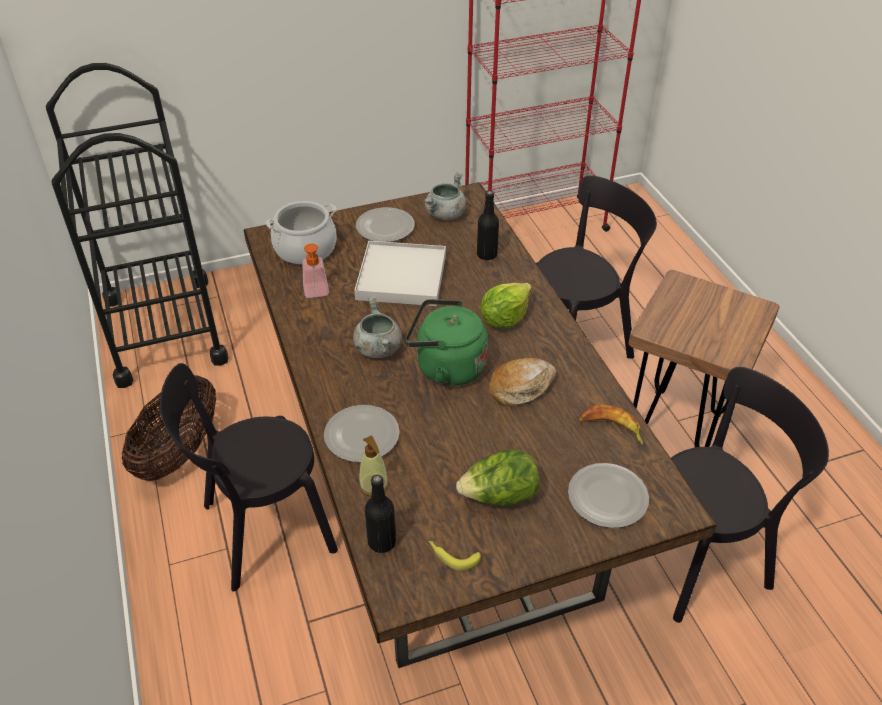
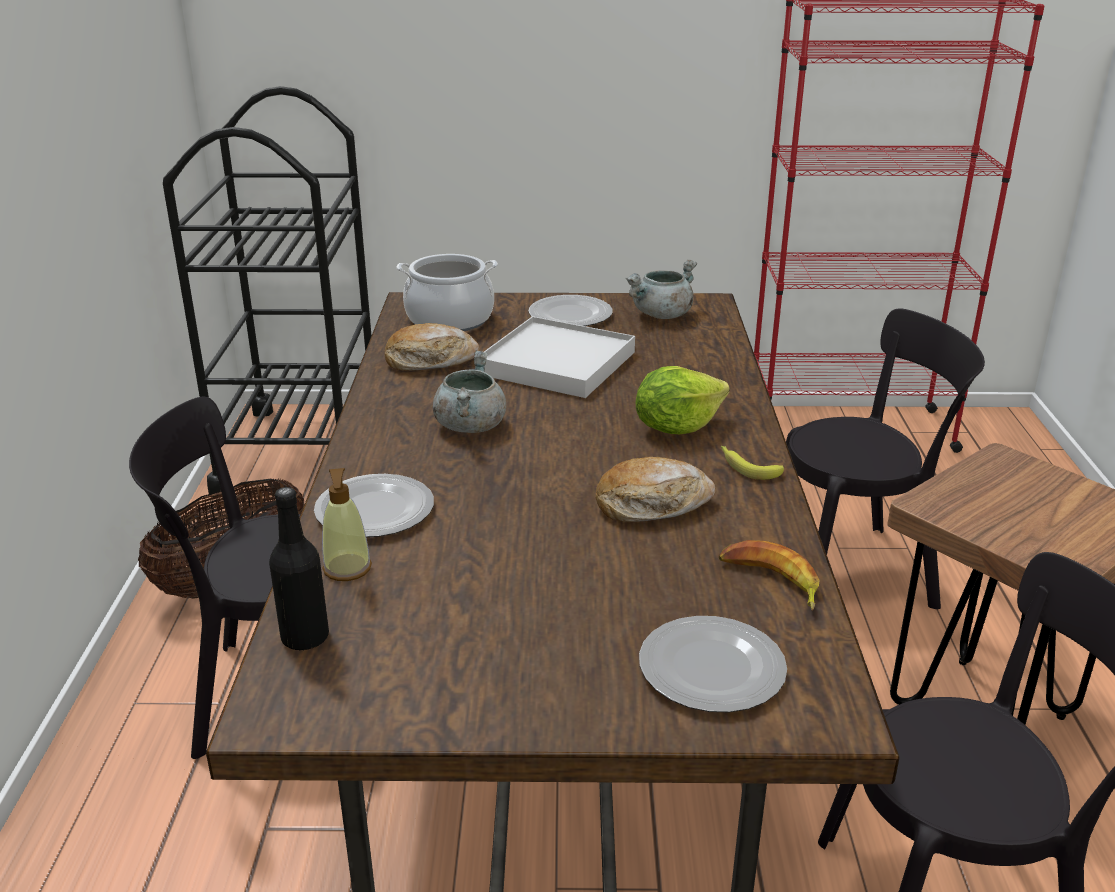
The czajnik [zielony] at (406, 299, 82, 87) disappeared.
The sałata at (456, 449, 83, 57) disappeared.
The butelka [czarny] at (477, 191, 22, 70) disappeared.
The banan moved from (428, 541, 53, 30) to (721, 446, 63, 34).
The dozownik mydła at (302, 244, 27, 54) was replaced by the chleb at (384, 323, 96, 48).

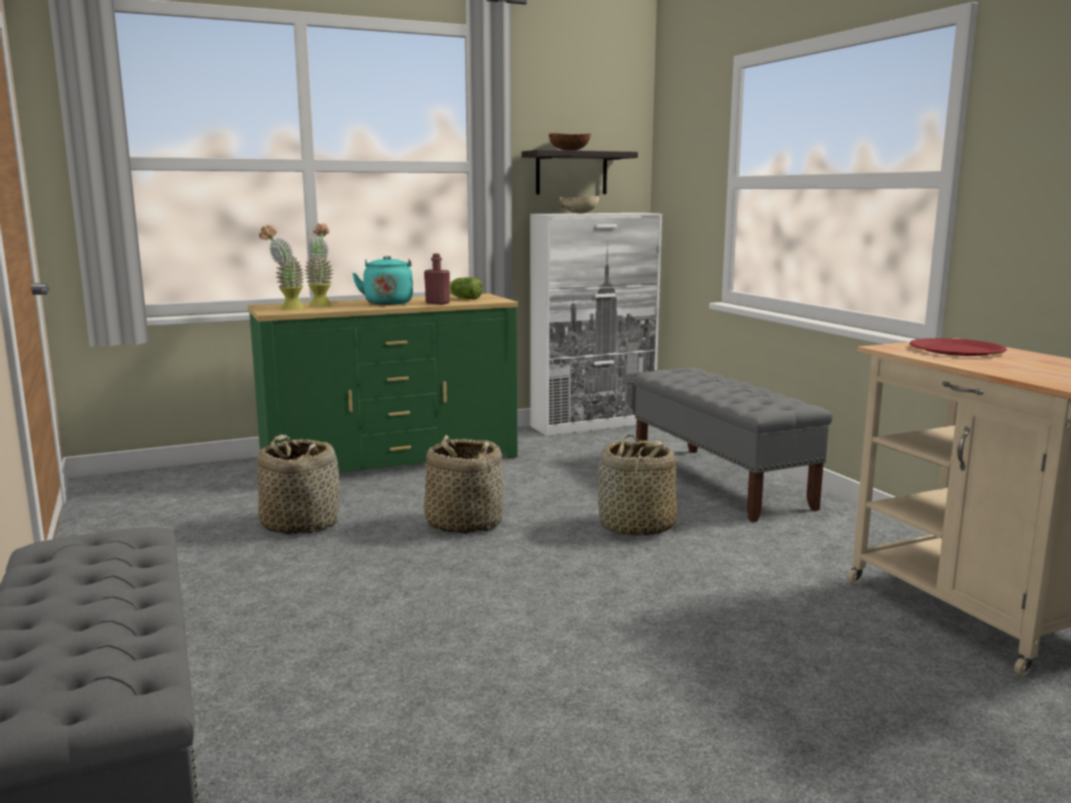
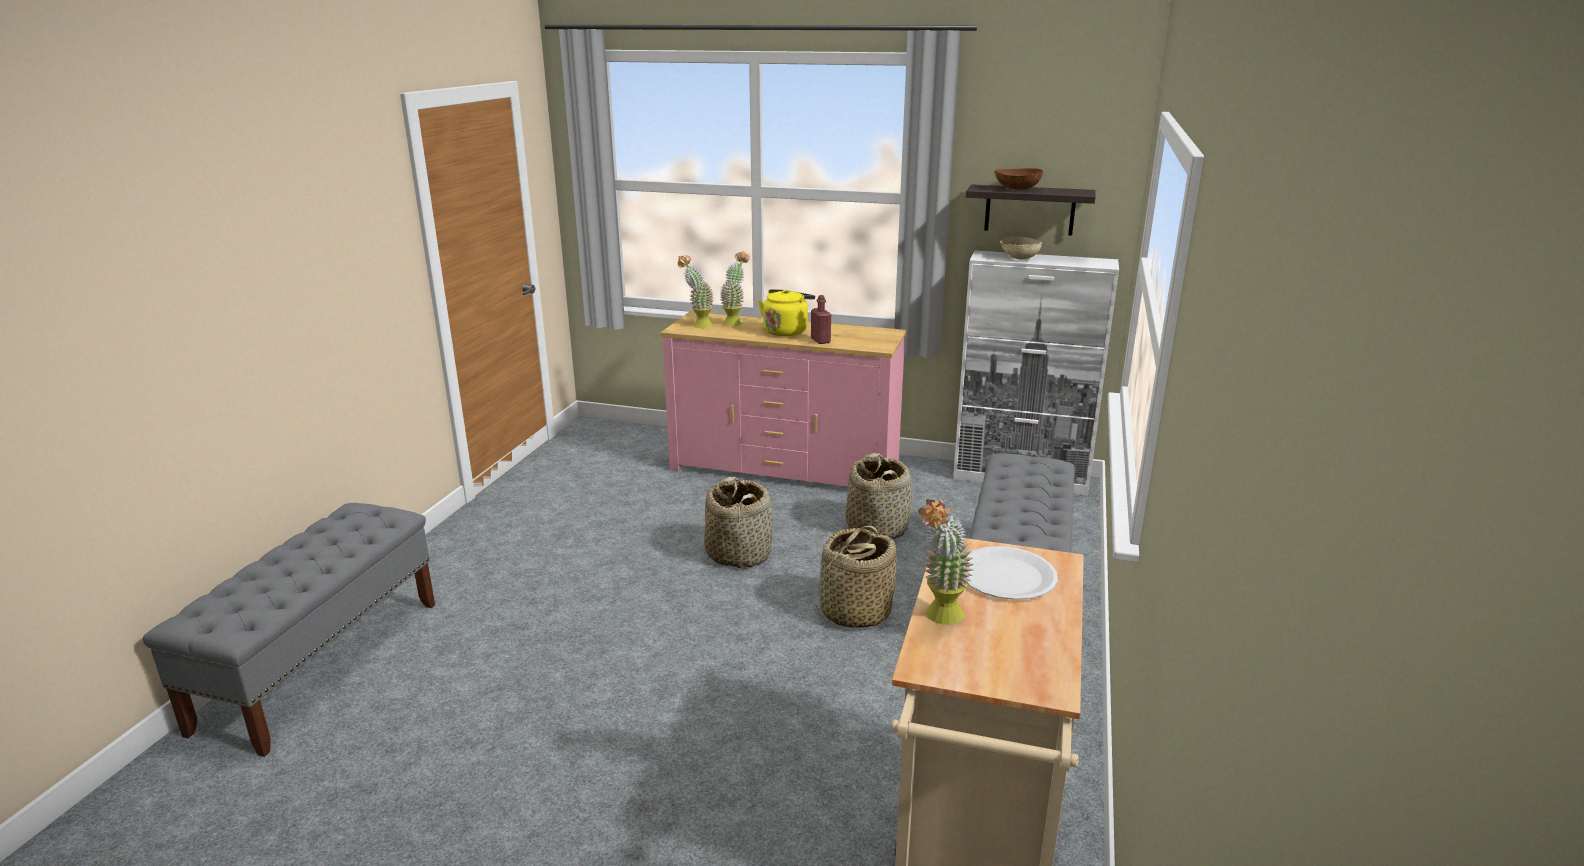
The sałata at (450, 278, 33, 21) disappeared.
The roślina doniczkowa at (918, 499, 56, 126) appeared.
The koszyk moved from (258, 434, 82, 101) to (845, 453, 67, 86).
The komoda [zielony] at (247, 293, 271, 180) became the komoda [różowy] at (661, 312, 246, 174).
The czajnik [turkusowy] at (352, 255, 61, 50) became the czajnik [żółty] at (758, 289, 57, 47).
The talerz [czerwony] at (909, 338, 98, 18) became the talerz [biały] at (967, 546, 91, 54).

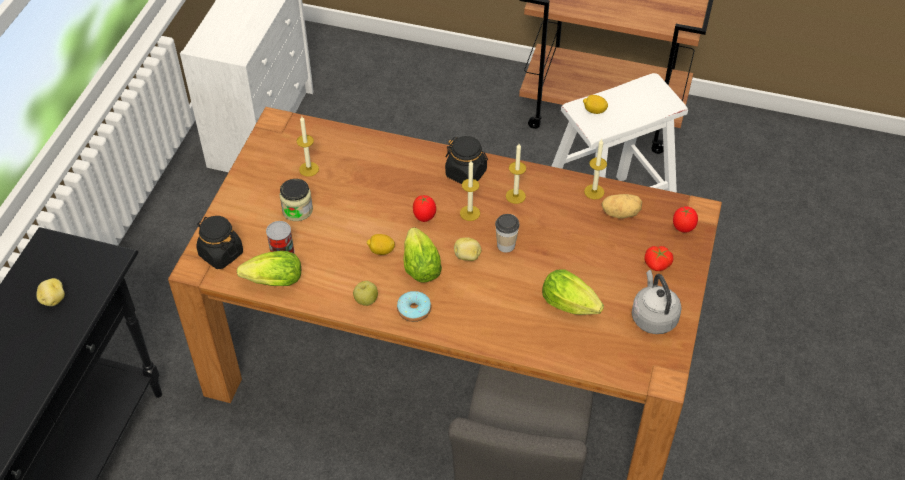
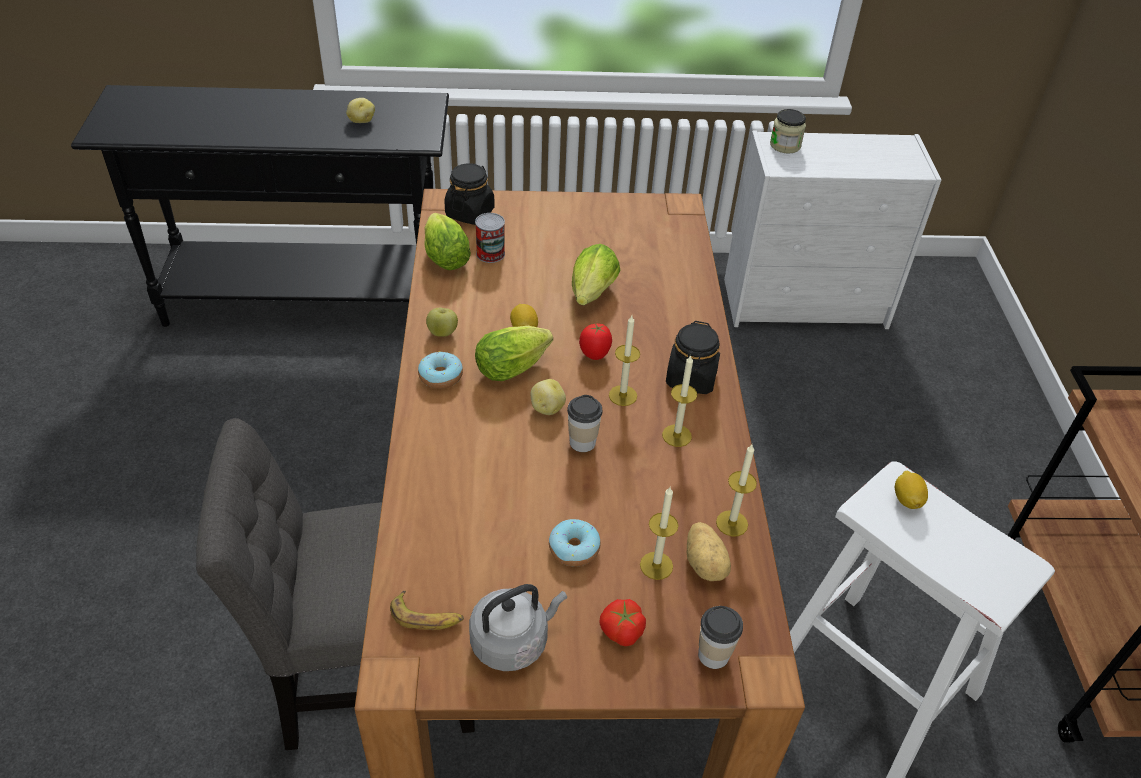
The banan at (390, 590, 74, 40) appeared.
The donut at (549, 519, 51, 48) appeared.
The słoik moved from (279, 179, 34, 42) to (770, 109, 36, 45).
The świeca moved from (297, 116, 22, 61) to (640, 487, 39, 93).
The sałata moved from (542, 270, 62, 45) to (572, 244, 48, 61).
The pomidor at (673, 206, 25, 27) was replaced by the filiżanka at (698, 606, 45, 63).

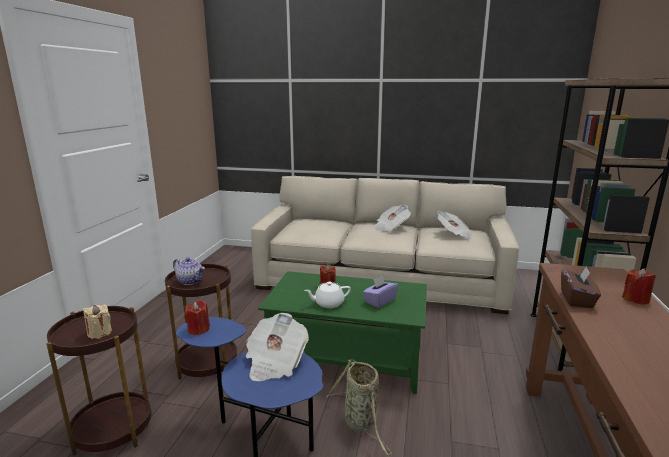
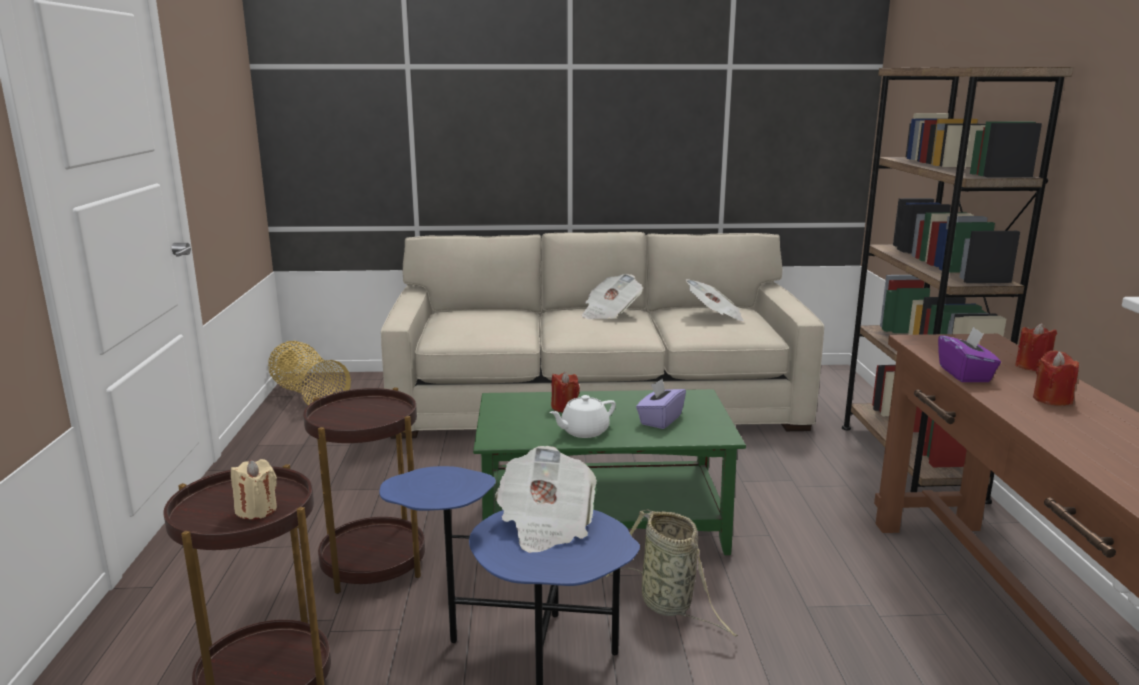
The imbryk at (173, 257, 32, 28) disappeared.
The koszyk at (268, 341, 83, 64) appeared.
The świeca [czerwony] moved from (184, 300, 26, 35) to (1033, 350, 46, 56).
The pudełko chusteczek [brązowy] at (561, 266, 40, 42) became the pudełko chusteczek [fioletowy] at (938, 327, 63, 55).

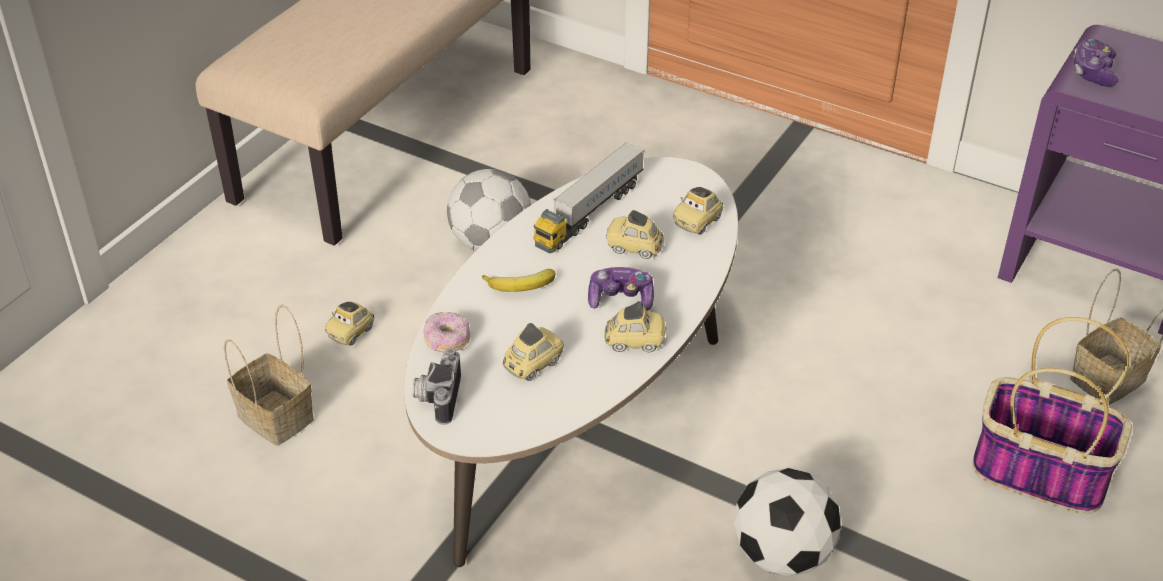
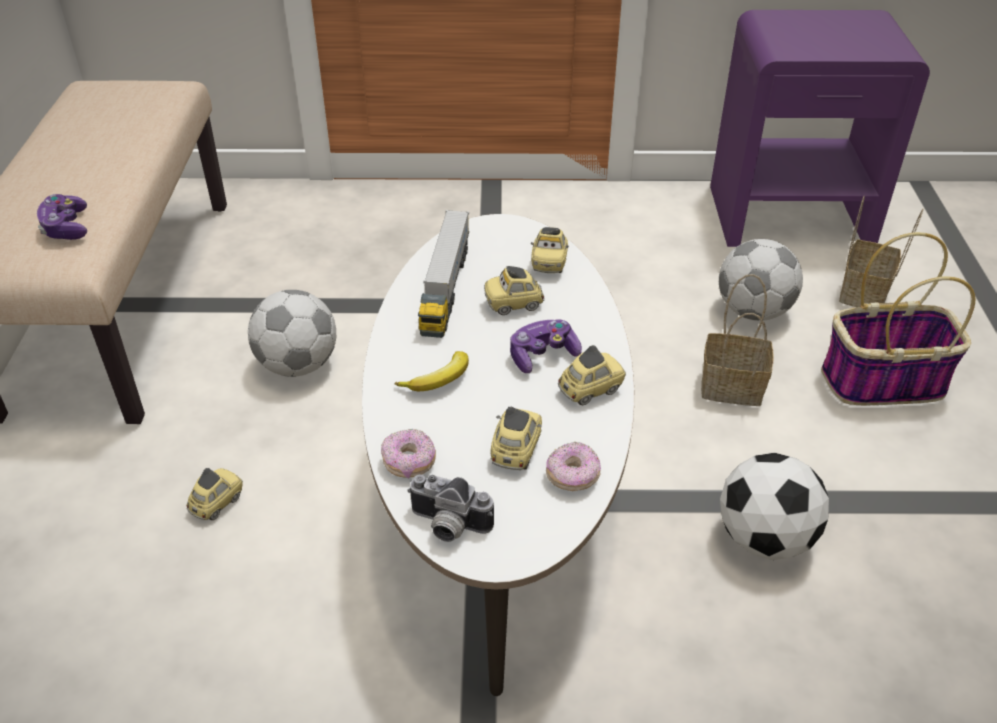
The donut at (546, 442, 55, 49) appeared.
The piłka futbolowa at (719, 239, 84, 82) appeared.
The koszyk moved from (224, 304, 90, 142) to (701, 274, 73, 132).
The pad do gier moved from (1073, 39, 46, 48) to (37, 194, 50, 46).
The samochodzik at (325, 302, 50, 43) turned 150 degrees counterclockwise.
The aparat fotograficzny at (413, 348, 48, 77) turned 45 degrees counterclockwise.

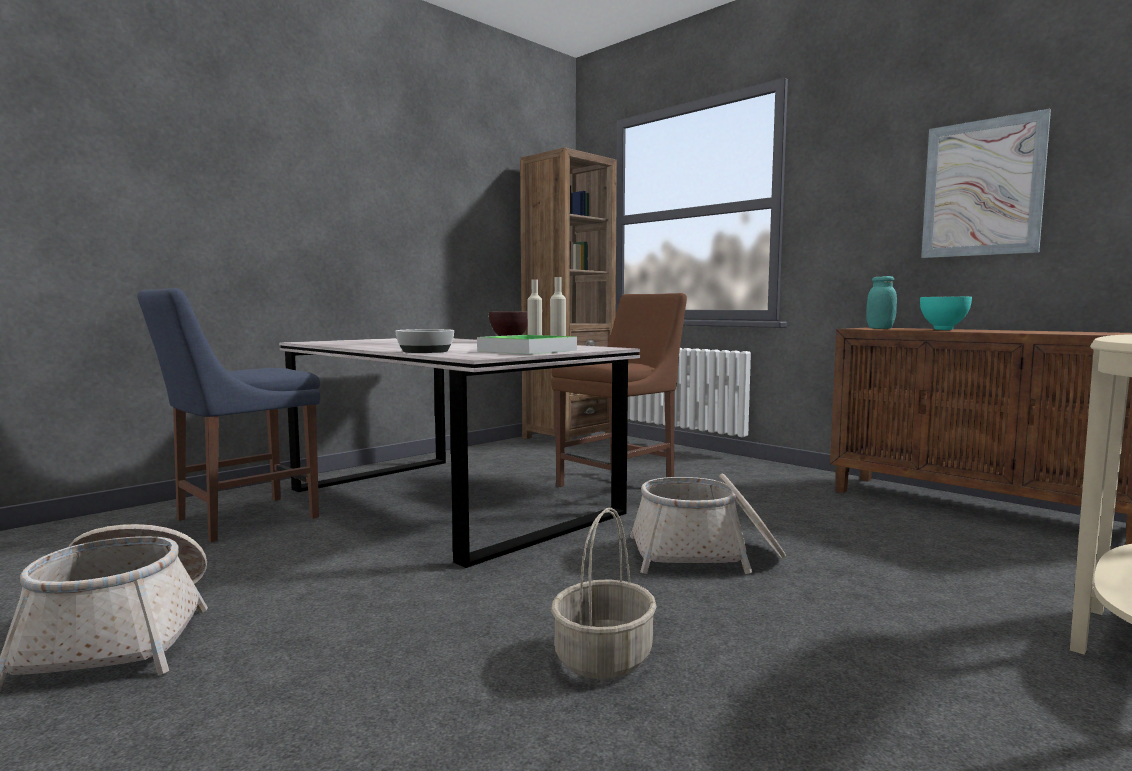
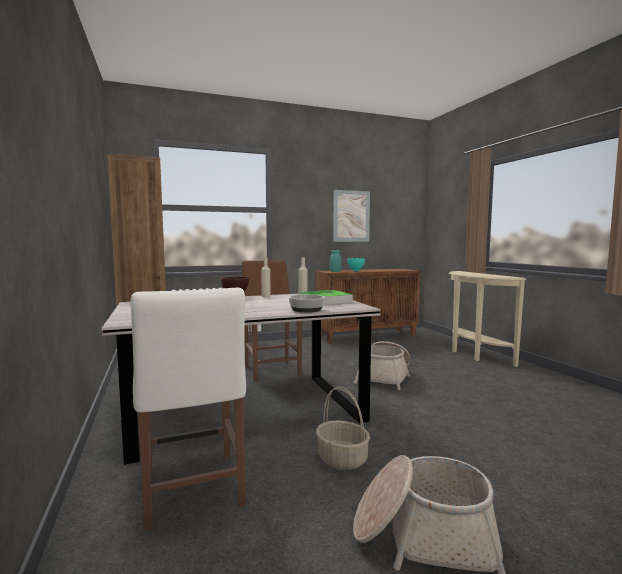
The koszyk moved from (551, 508, 106, 171) to (316, 387, 54, 83).
The krzesło [niebieski] at (137, 288, 183, 254) became the krzesło [biały] at (130, 288, 116, 242).

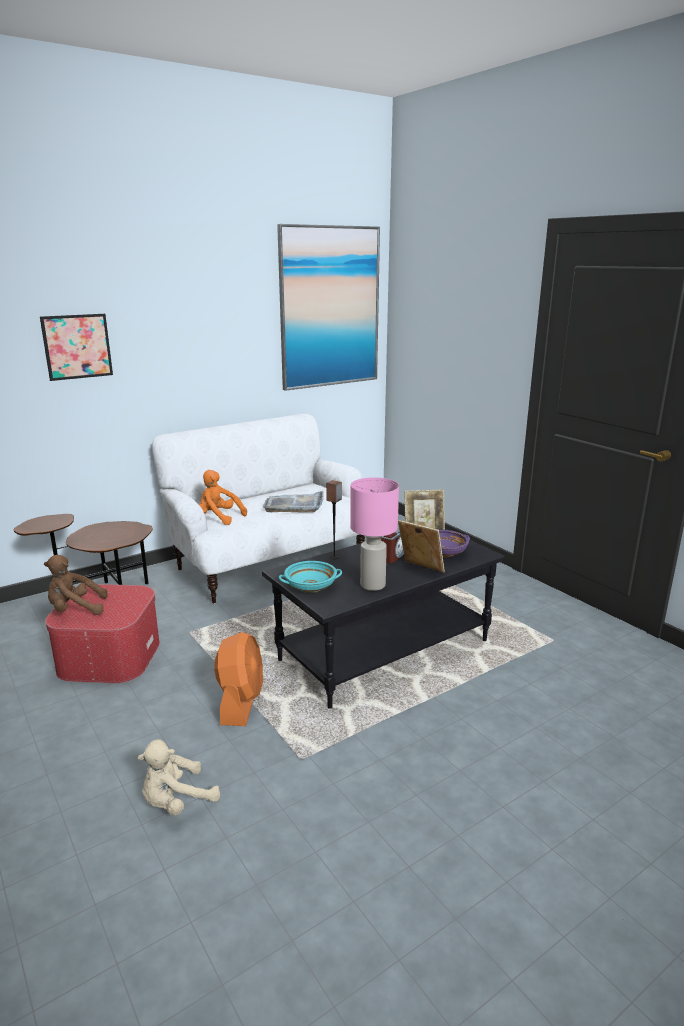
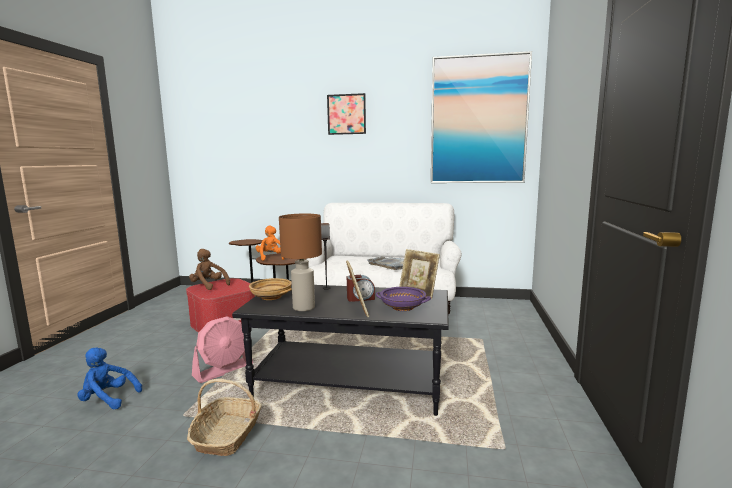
The koszyk at (187, 379, 75, 77) appeared.
The obraz moved from (40, 314, 73, 67) to (327, 93, 39, 42).
The pluszak [pomarańczowy] moved from (199, 470, 48, 55) to (256, 226, 29, 35).
The pluszak [beżowy] at (138, 739, 82, 77) became the pluszak [niebieski] at (77, 348, 65, 61).
The wentylator [pomarańczowy] at (214, 632, 49, 94) became the wentylator [różowy] at (192, 316, 61, 67).
The miska [turkusowy] at (279, 561, 63, 32) became the miska [beżowy] at (249, 278, 43, 22).
The lampa stołowa [różowy] at (350, 477, 49, 114) became the lampa stołowa [brązowy] at (279, 214, 43, 97).

